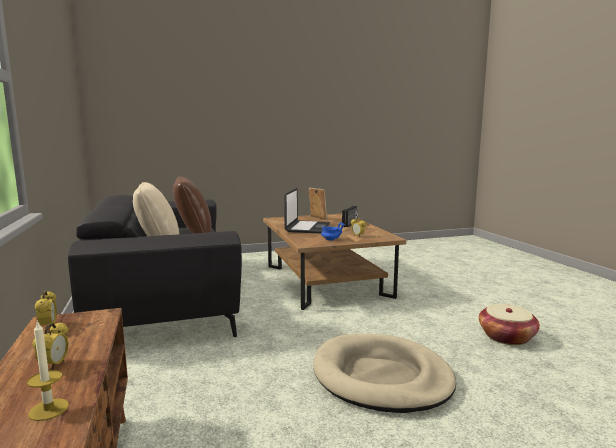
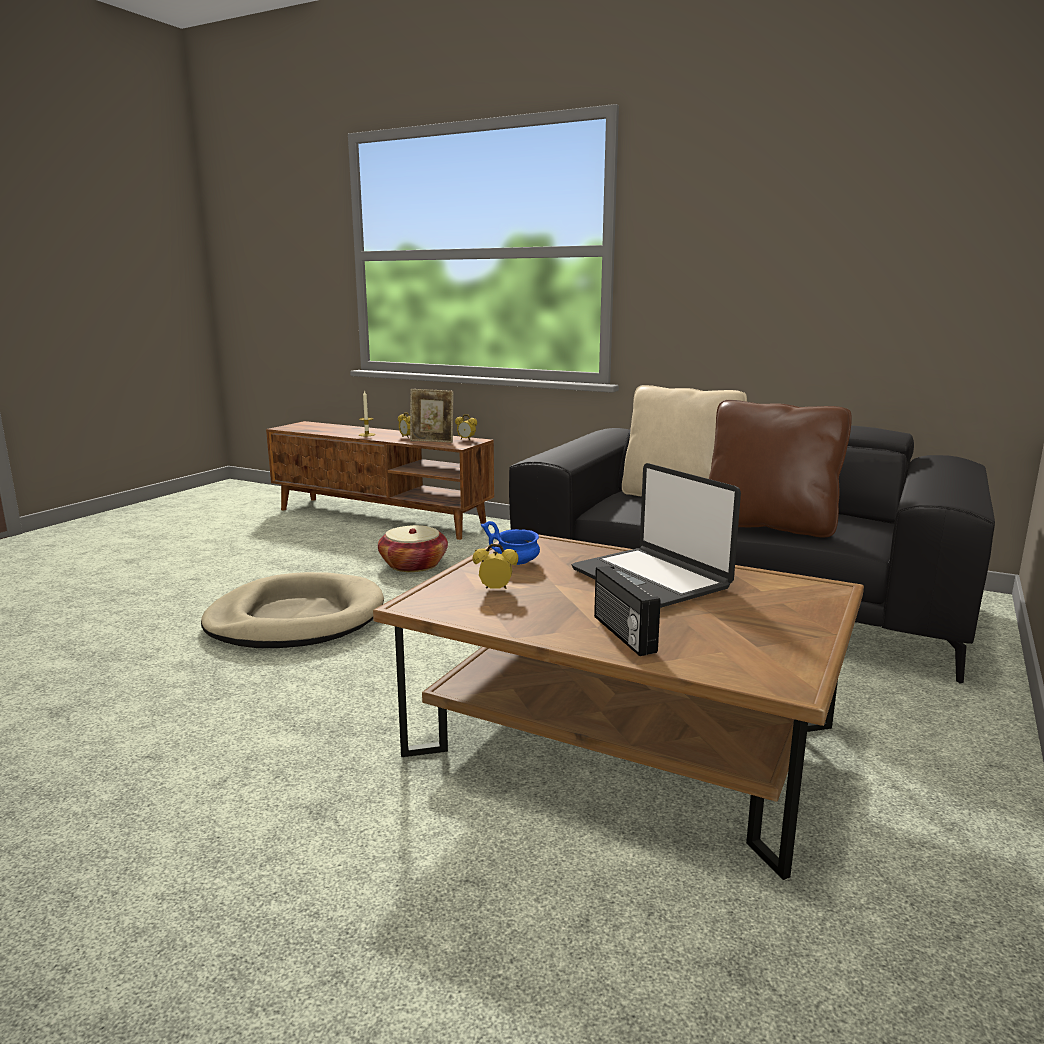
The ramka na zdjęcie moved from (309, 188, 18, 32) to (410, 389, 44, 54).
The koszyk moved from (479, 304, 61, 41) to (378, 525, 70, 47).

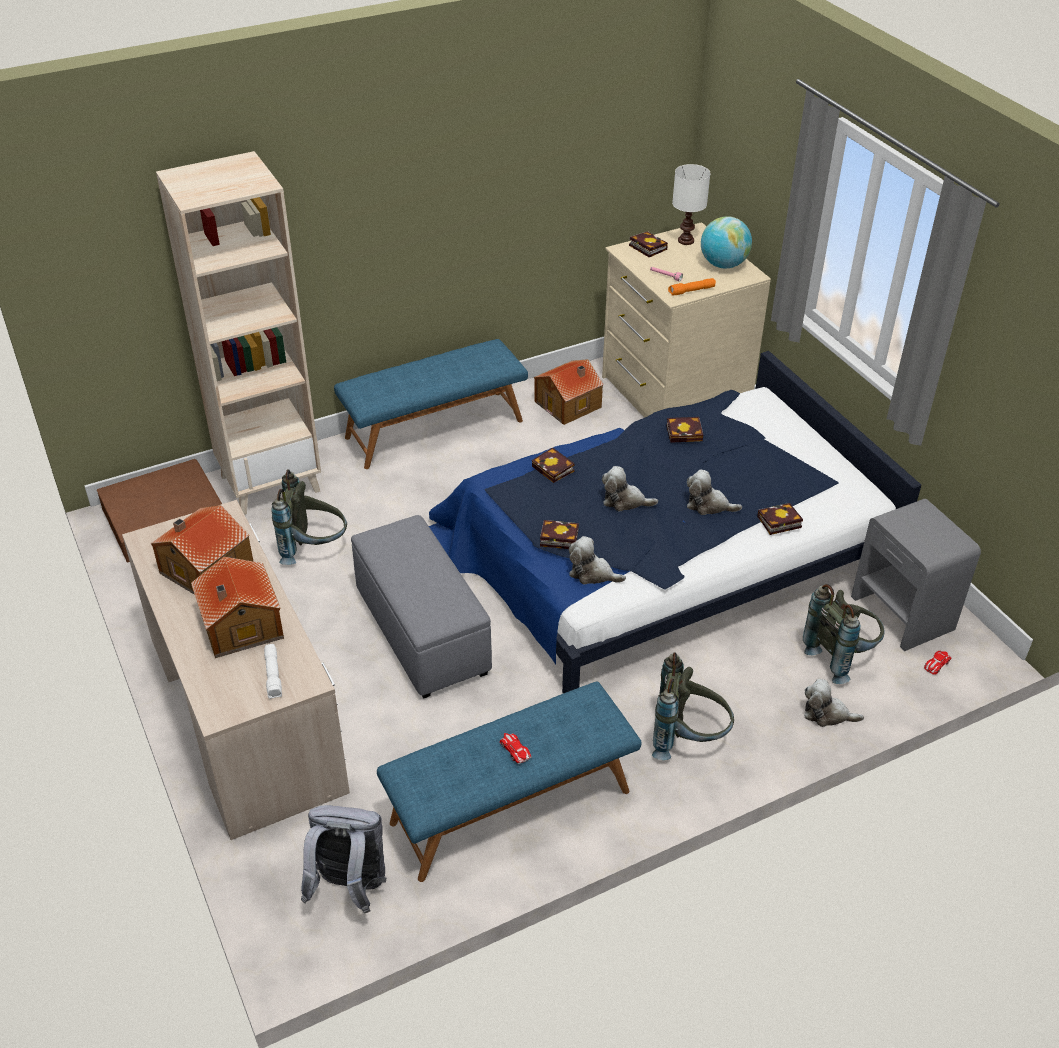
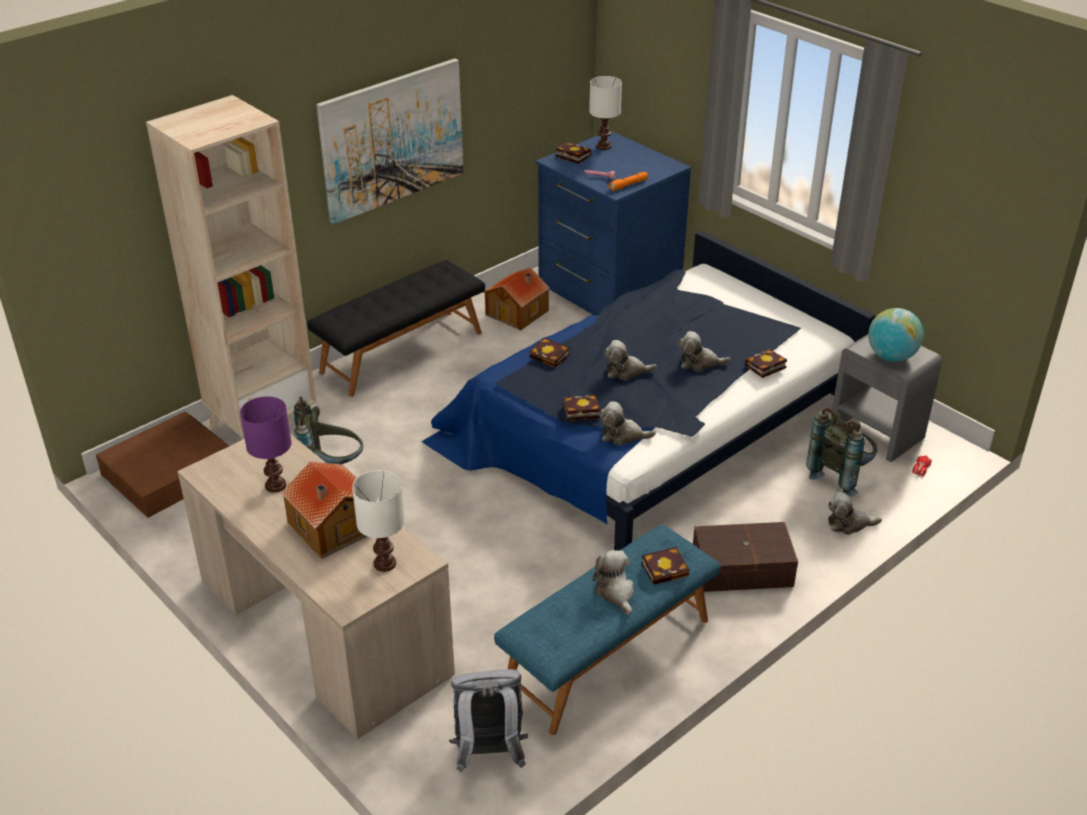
The pufa [szary] at (351, 515, 141, 184) disappeared.
The obraz at (316, 59, 147, 166) appeared.
The książka moved from (667, 417, 36, 26) to (642, 547, 48, 38).
The globus moved from (701, 216, 51, 53) to (868, 308, 56, 54).
The domek at (151, 505, 102, 90) was replaced by the lampa stołowa [fioletowy] at (240, 396, 52, 97).
The latarka [biały] at (264, 644, 18, 55) was replaced by the lampa stołowa [biały] at (352, 470, 53, 102).
The samochodzik at (500, 733, 32, 31) was replaced by the pluszak at (592, 550, 42, 65).
The plecak [szary] at (652, 652, 82, 108) was replaced by the pojemnik do przechowywania [brązowy] at (693, 522, 105, 70).
The ławka [niebieski] at (334, 339, 194, 130) became the ławka [czarny] at (307, 260, 178, 137).
The komoda [beżowy] at (602, 222, 169, 196) became the komoda [niebieski] at (535, 131, 156, 185).

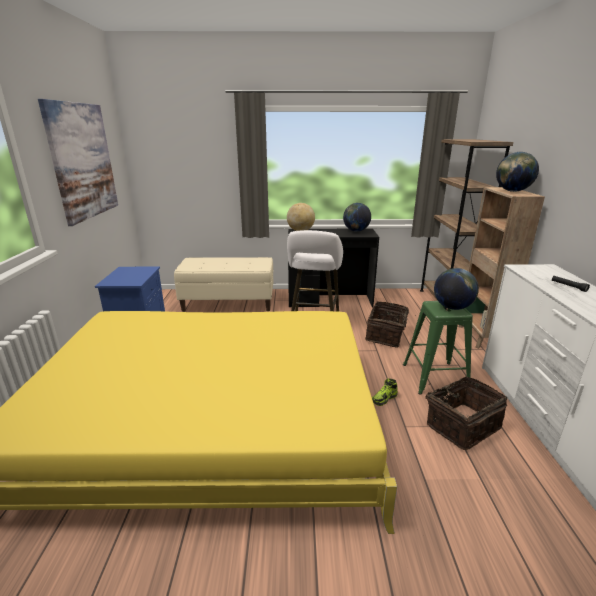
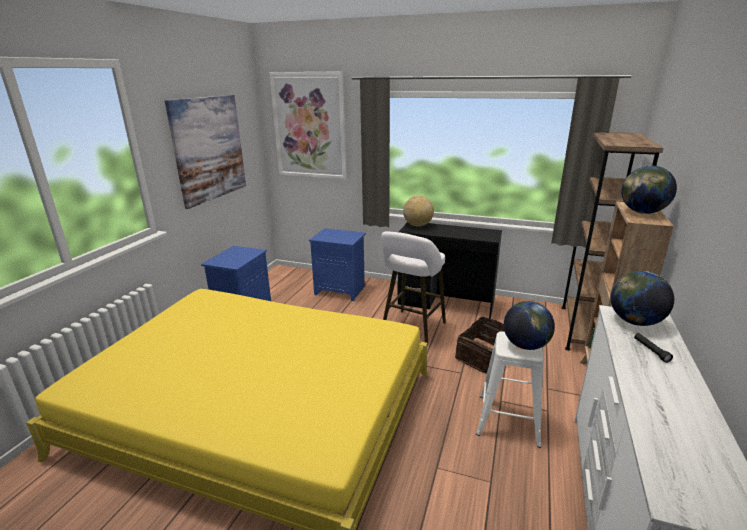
The but at (372, 378, 26, 28) disappeared.
The koszyk at (421, 376, 86, 74) disappeared.
The obraz at (269, 71, 78, 108) appeared.
The globus moved from (343, 203, 28, 29) to (611, 271, 63, 55).
The ławka [beżowy] at (174, 257, 99, 55) was replaced by the szafka nocna [niebieski] at (309, 228, 57, 73).
The stołek [zielony] at (403, 301, 70, 94) became the stołek [biały] at (476, 331, 68, 117).

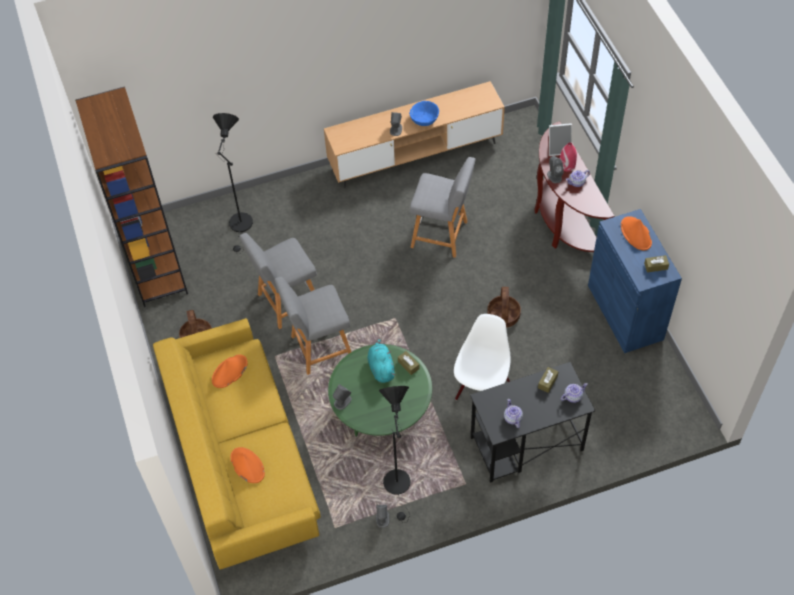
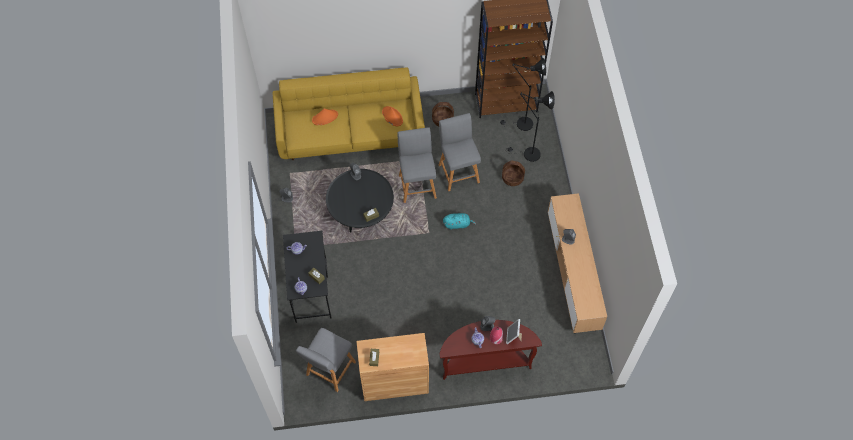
The miska [niebieski] at (409, 101, 30, 25) disappeared.
The krzesło [biały] at (454, 314, 57, 86) disappeared.
The kapelusz [pomarańczowy] at (621, 216, 31, 34) disappeared.
The pluszak [turkusowy] moved from (367, 338, 28, 45) to (443, 213, 33, 17).
The lampa stojąca [czarny] moved from (379, 386, 32, 135) to (500, 58, 46, 73).
The stołek [szary] moved from (410, 157, 65, 101) to (296, 328, 60, 64).
The koszyk moved from (487, 287, 34, 41) to (502, 161, 23, 25).
The ława [zielony] at (328, 344, 104, 93) became the ława [czarny] at (326, 169, 68, 64).
The szafka [niebieski] at (588, 209, 94, 144) became the szafka [brązowy] at (356, 333, 73, 68).

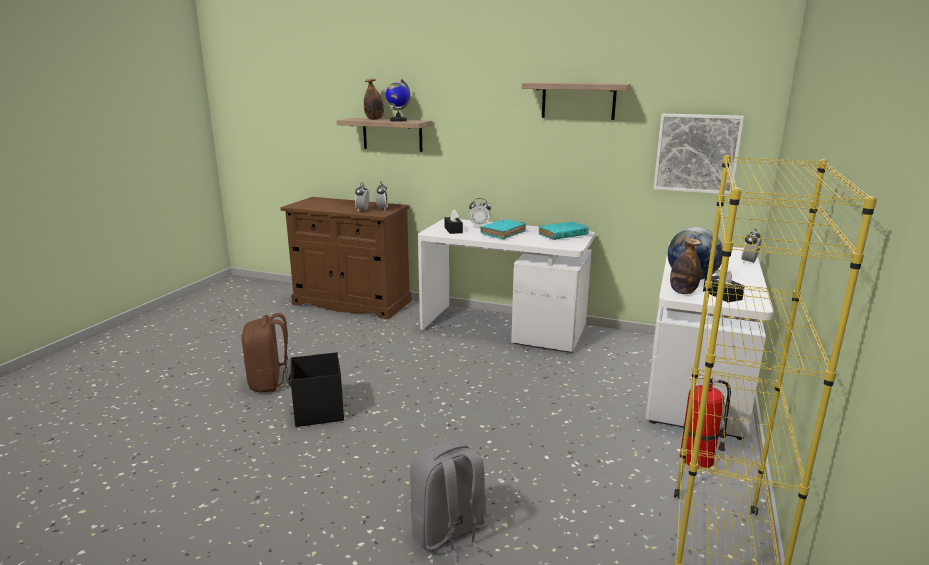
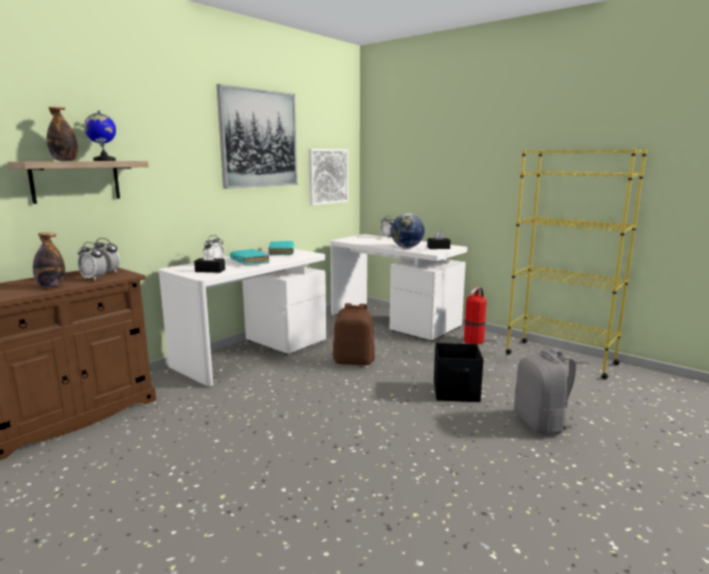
The plecak [brązowy] moved from (241, 313, 49, 80) to (333, 303, 42, 62).
The pojemnik do przechowywania [czarny] moved from (288, 352, 56, 75) to (434, 343, 50, 59).
The butelka moved from (670, 238, 31, 56) to (33, 232, 32, 56).
The półka at (522, 82, 109, 38) was replaced by the obraz at (217, 84, 80, 105).

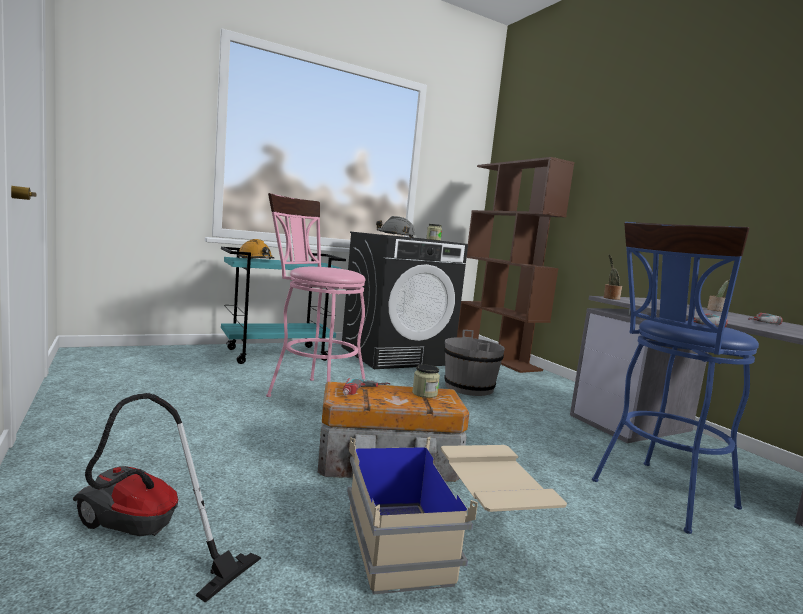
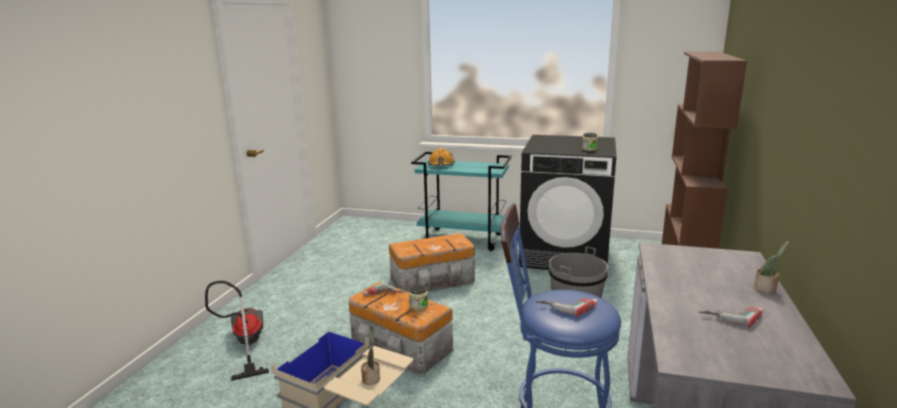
The kask [szary] at (376, 216, 39, 22) disappeared.
The roślina doniczkowa moved from (604, 254, 18, 46) to (361, 330, 19, 55).
The stołek [różowy] at (266, 193, 99, 204) was replaced by the pojemnik do przechowywania at (389, 233, 86, 59).

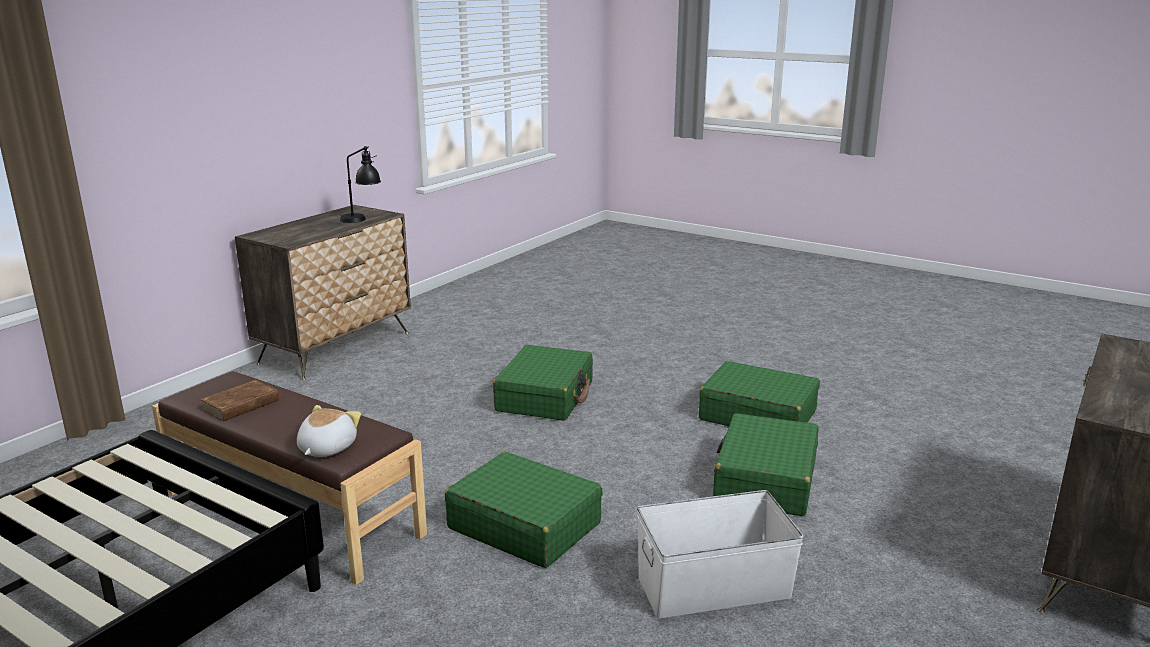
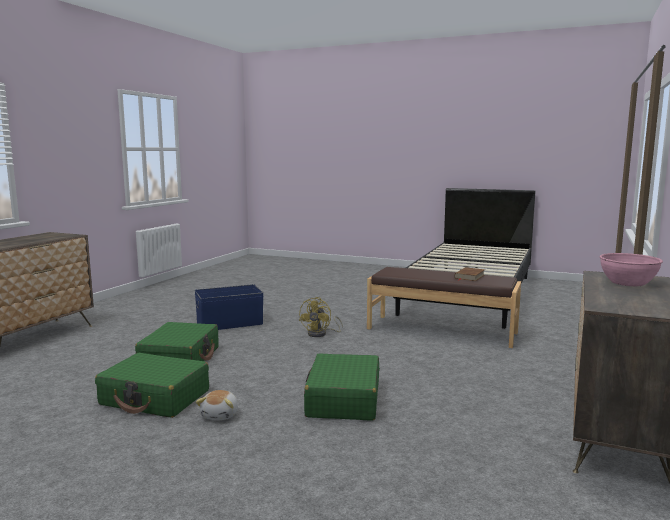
The lampa stołowa [czarny] at (340, 146, 41, 77) disappeared.
The miska [różowy] at (599, 253, 64, 33) appeared.
The pluszak moved from (297, 405, 64, 52) to (196, 390, 42, 30).
The walizka [zielony] at (445, 452, 158, 116) was replaced by the wentylator [żółty] at (299, 297, 44, 40).
The pojemnik do przechowywania [biały] at (637, 490, 167, 128) became the pojemnik do przechowywania [niebieski] at (195, 284, 69, 46).

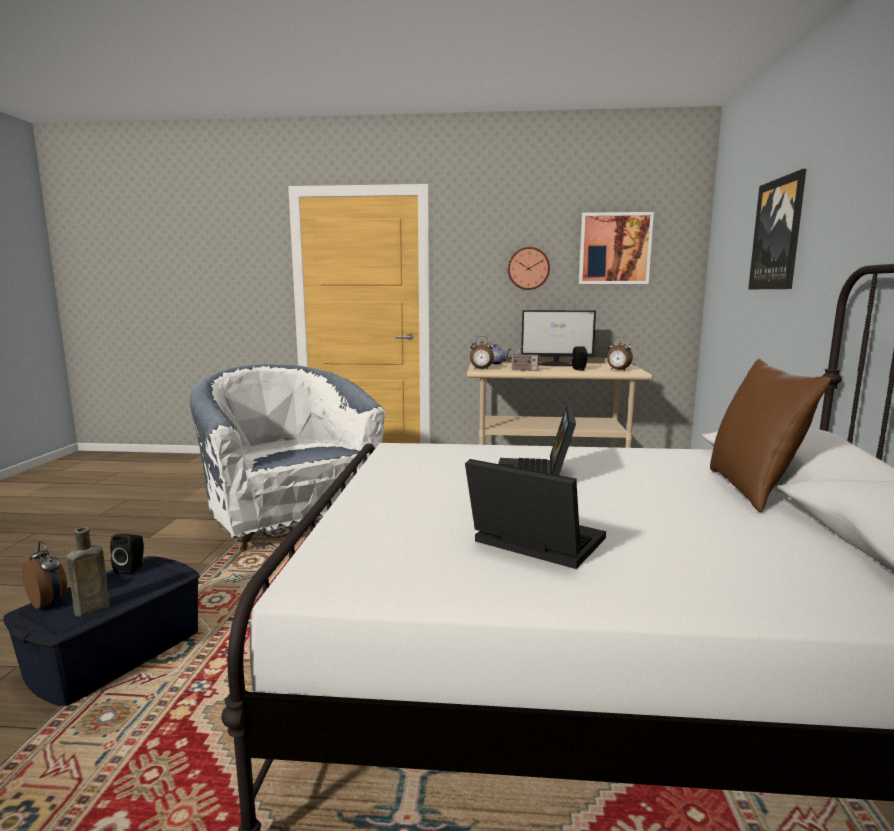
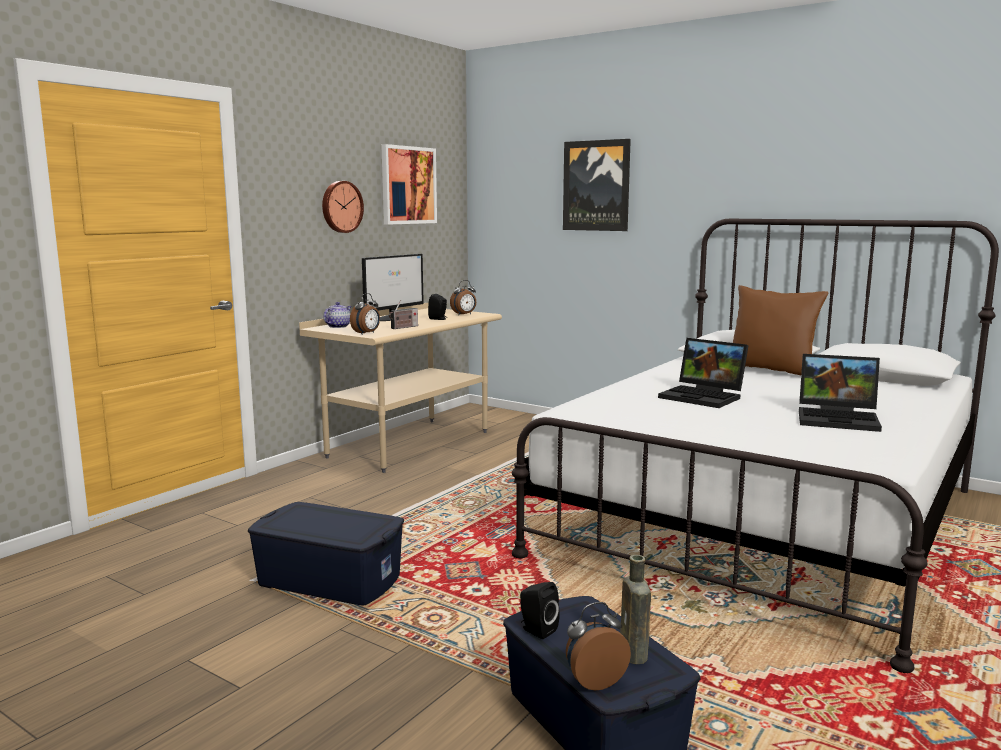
The fotel [biały] at (190, 364, 196, 188) was replaced by the pojemnik do przechowywania [niebieski] at (248, 502, 156, 103).
The laptop at (465, 459, 141, 110) turned 135 degrees counterclockwise.

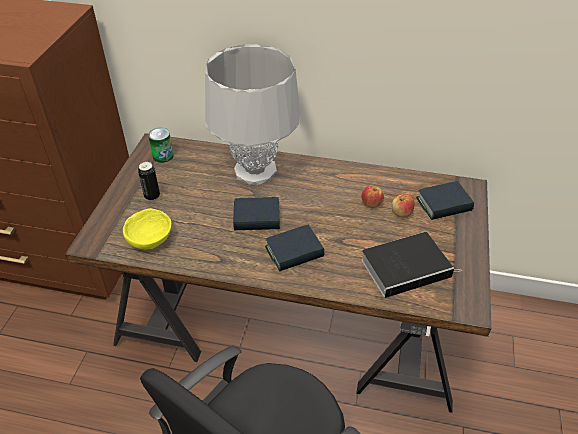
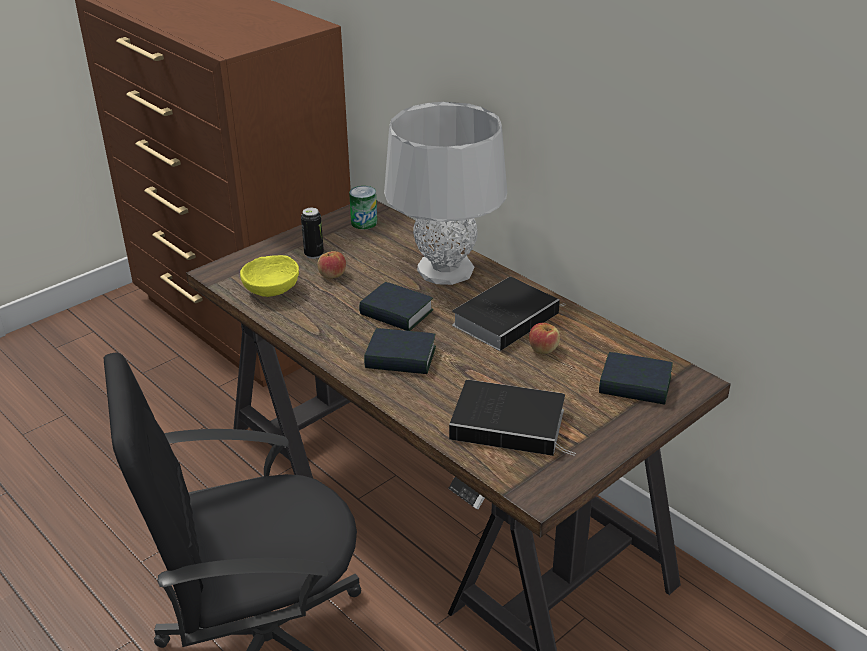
The książka at (452, 277, 114, 74) appeared.
The jabłko moved from (392, 194, 22, 24) to (317, 251, 29, 28).

